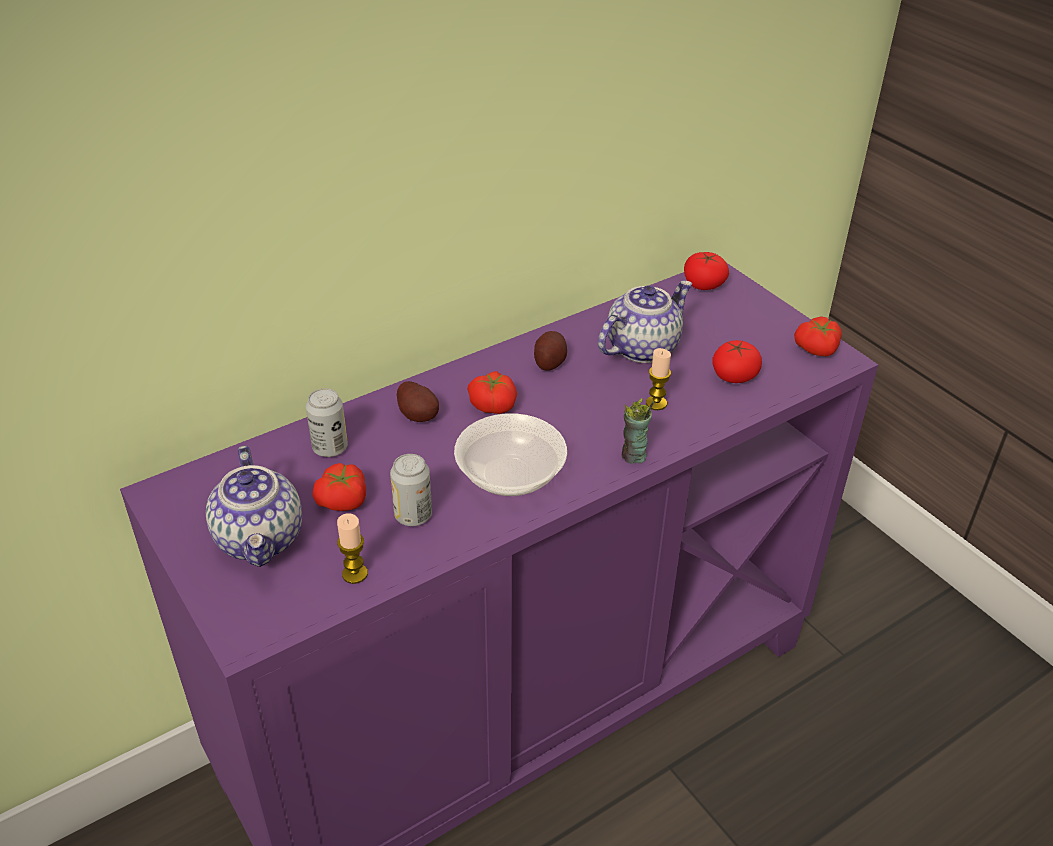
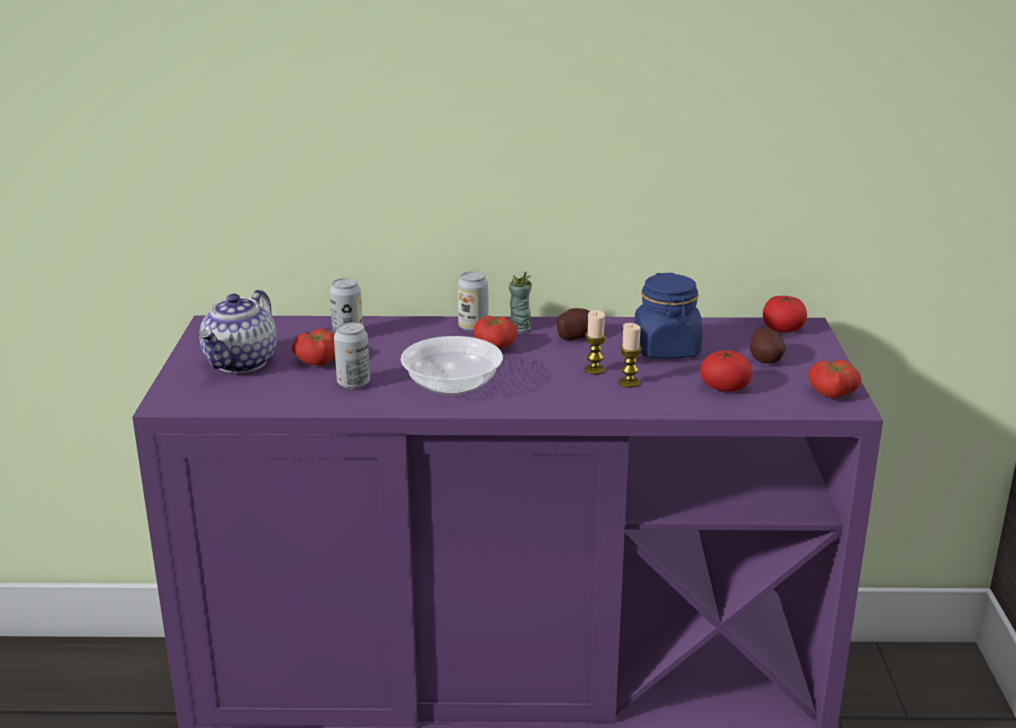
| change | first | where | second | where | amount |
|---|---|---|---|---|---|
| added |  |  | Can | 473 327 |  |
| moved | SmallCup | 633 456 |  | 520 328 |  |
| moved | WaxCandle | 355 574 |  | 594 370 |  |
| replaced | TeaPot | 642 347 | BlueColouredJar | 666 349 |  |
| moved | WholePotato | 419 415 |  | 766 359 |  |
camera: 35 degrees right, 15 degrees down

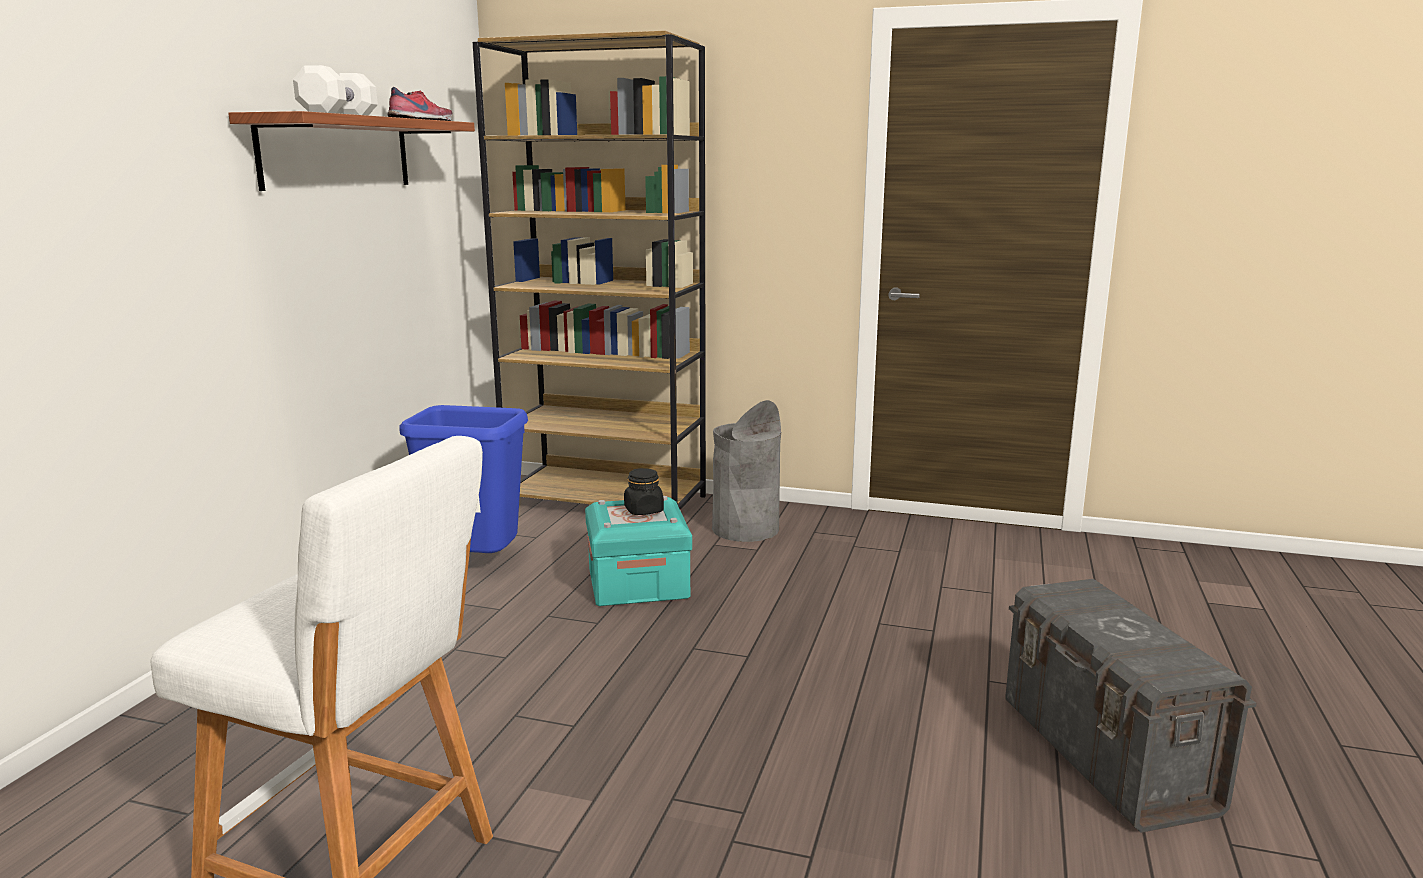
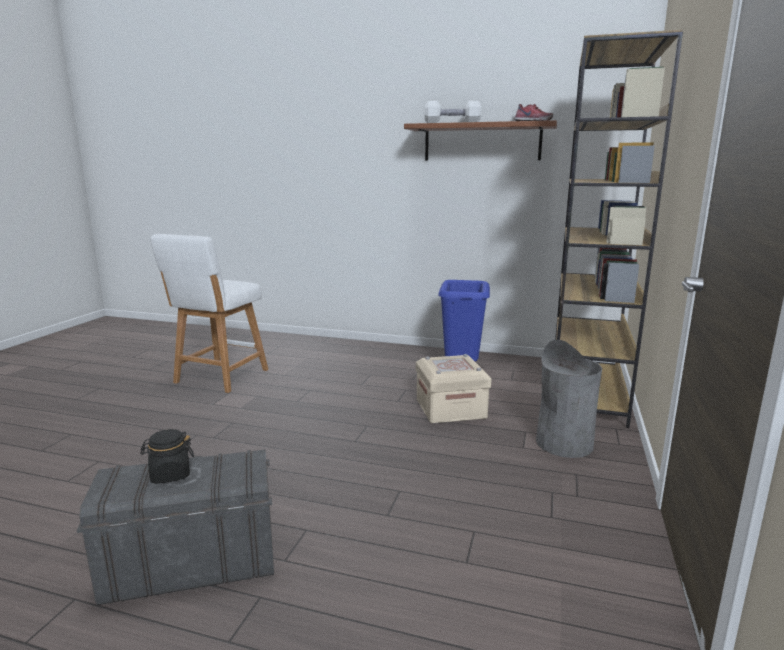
| change | first | where | second | where | amount |
|---|---|---|---|---|---|
| moved | BlackColouredJar | 644 510 |  | 170 474 |  |
| recoloured | TurquoiseColouredStorageContainer | 638 583 | BeigeColouredStorageContainer | 450 409 |  |
camera: 90 degrees right, 0 degrees up

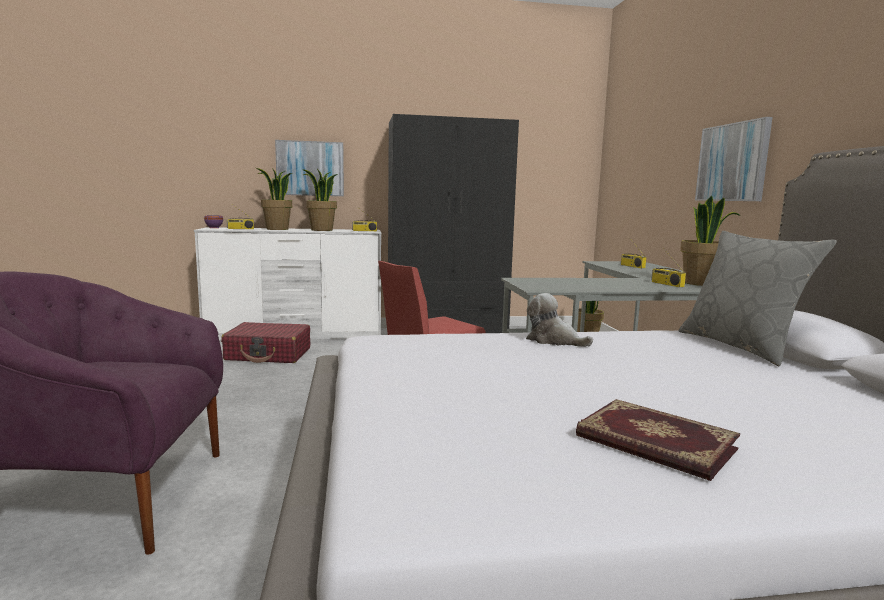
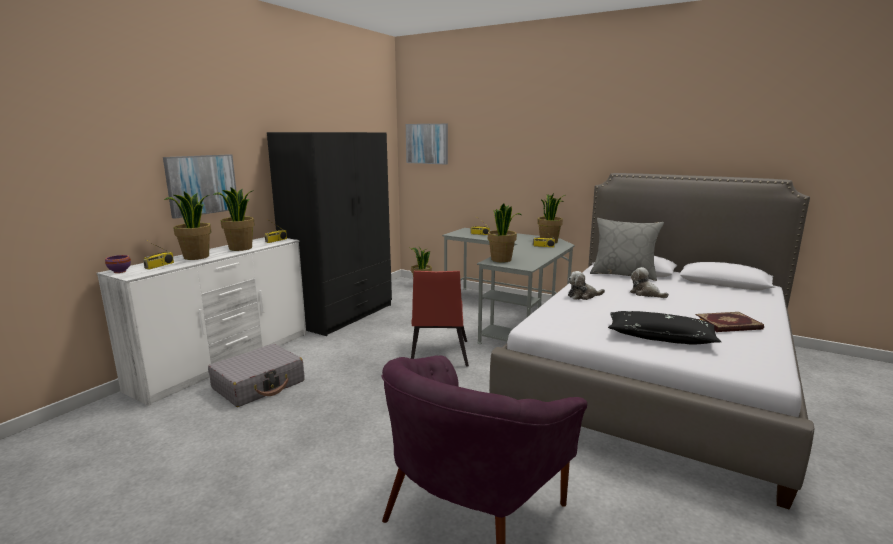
| change | first | where | second | where | amount |
|---|---|---|---|---|---|
| recoloured | RedTravelCase | 268 354 | GreyTravelCase | 259 385 |  |
| moved | WallArt | 732 162 |  | 427 143 |  |
| added |  |  | PottedPlant | 501 260 |  |
| added |  |  | BlackColouredPillow | 660 337 |  |
| added |  |  | PlushToy | 645 294 |  |
camera: 50 degrees left, 5 degrees up

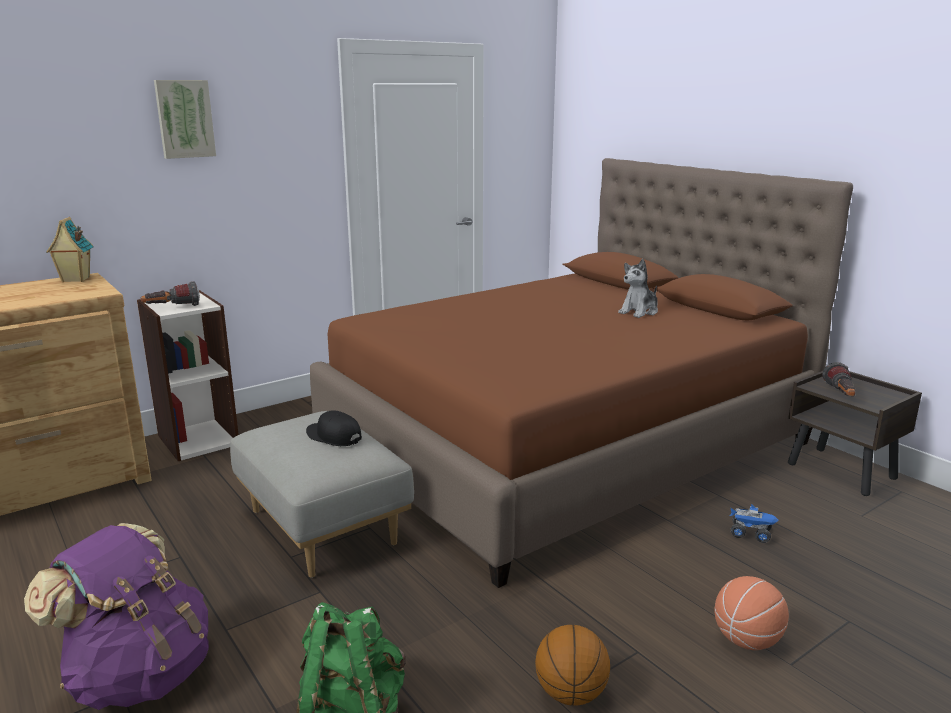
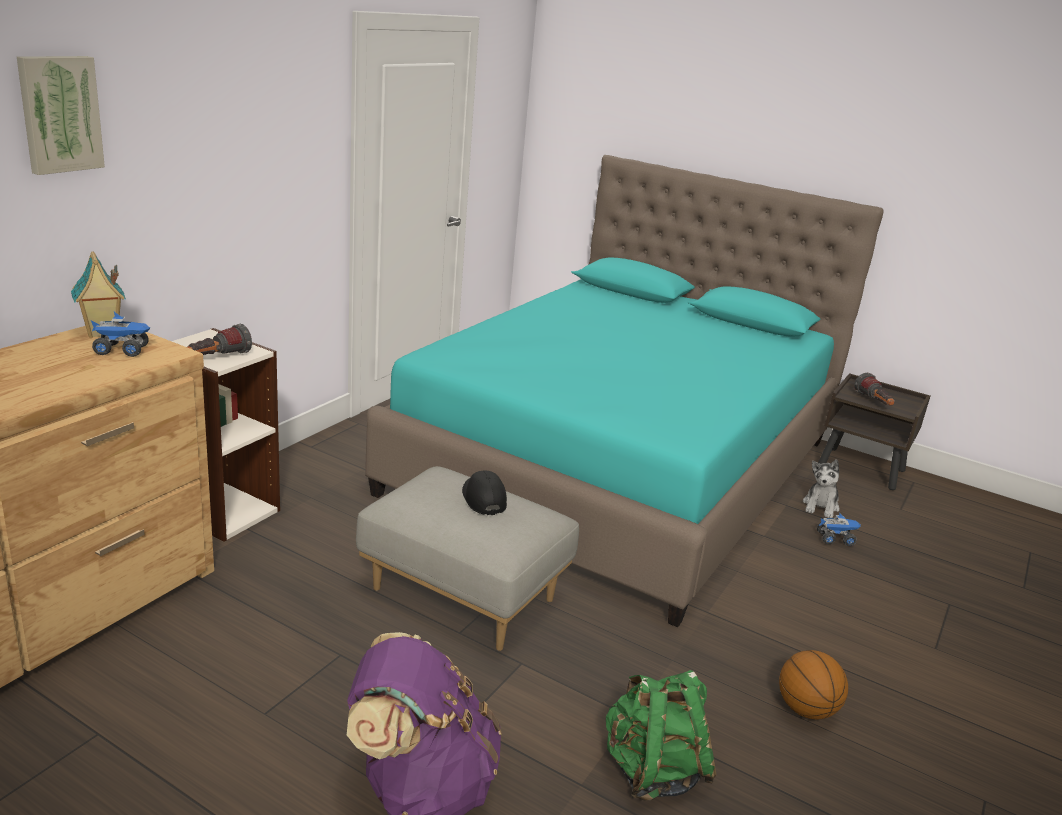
| change | first | where | second | where | amount |
|---|---|---|---|---|---|
| moved | WallArt | 184 119 |  | 59 114 |  |
| added |  |  | ModelTruck | 122 350 |  |
| recoloured | BrownishBed | 563 442 | TurquoiseColouredBed | 618 466 |  |
| turned | BlackColouredPeakedCap | 333 437 |  | 483 498 | 60 degrees clockwise |
| moved | PlushToy | 639 312 |  | 820 506 |  |
| removed | BallForBasketball | 747 640 |  |  |  |
camera: 25 degrees left, 5 degrees up

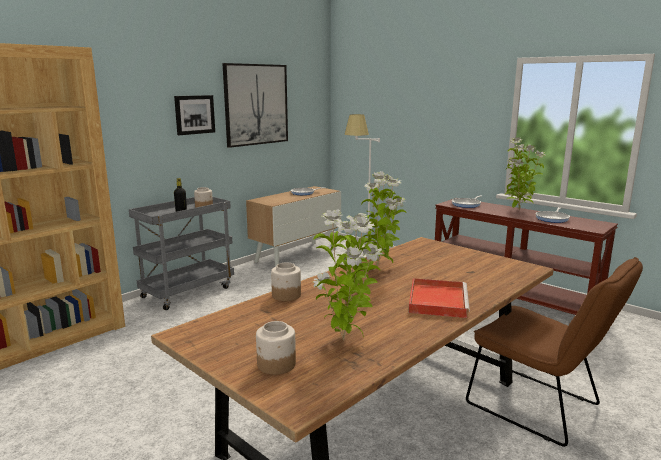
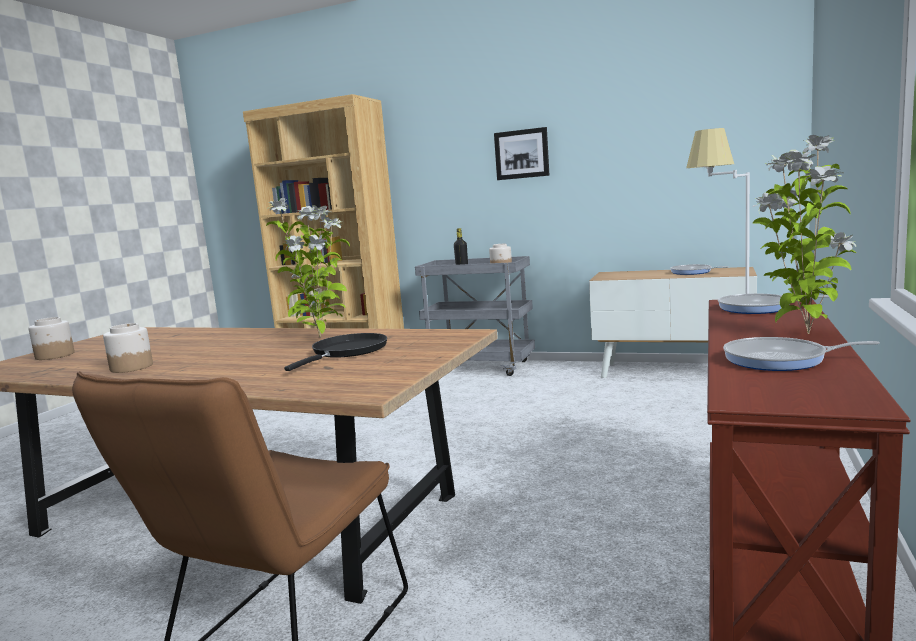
| change | first | where | second | where | amount |
|---|---|---|---|---|---|
| moved | Jar | 286 295 |  | 131 367 |  |
| added |  |  | BlackColouredPan | 347 352 |  |
| removed | WallArt | 256 104 |  |  |  |
| removed | PottedPlant | 345 340 |  |  |  |
| removed | RedServingTray | 437 300 |  |  |  |
camera: 70 degrees right, 5 degrees down

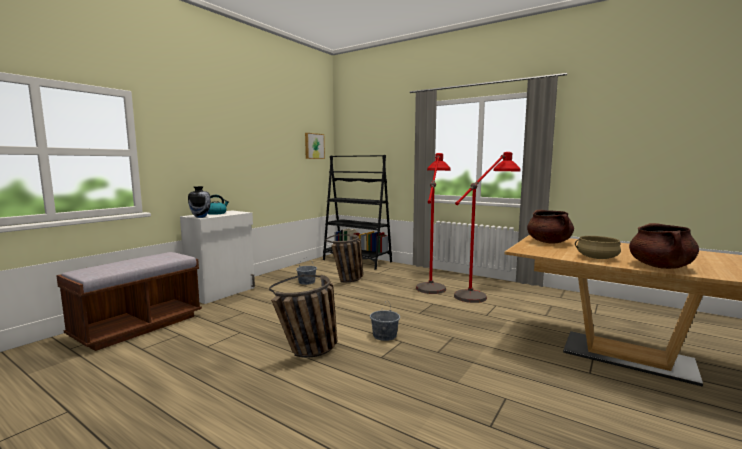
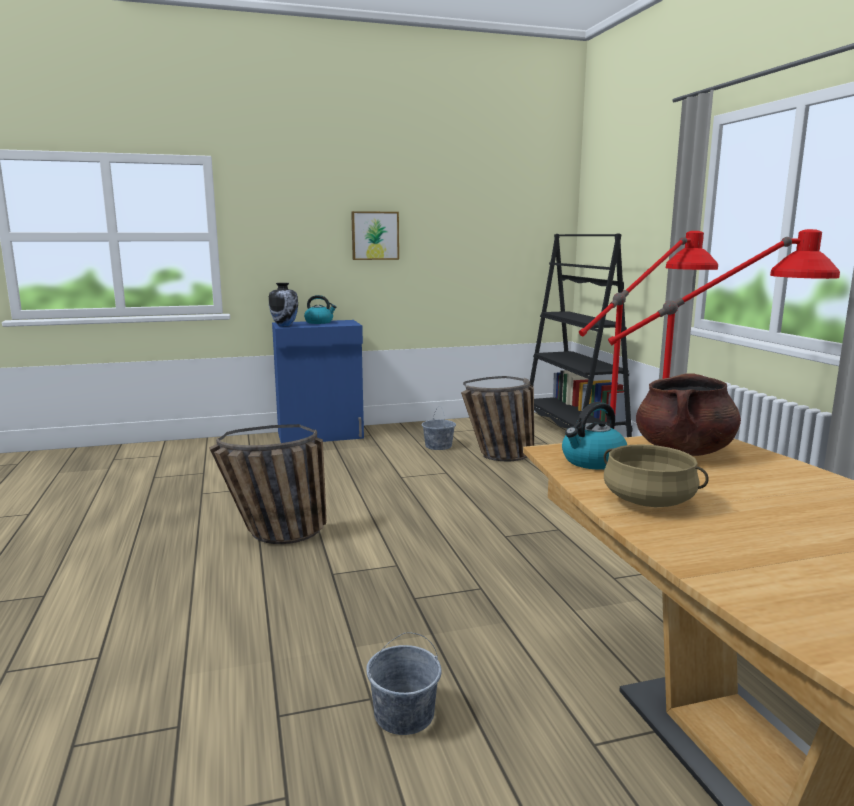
| change | first | where | second | where | amount |
|---|---|---|---|---|---|
| recoloured | WhitishCabinet | 222 292 | BlueColouredCabinet | 321 436 |  |
| moved | WallArt | 314 146 |  | 375 235 |  |
| moved | GreyPail | 384 335 |  | 404 714 |  |
| added |  |  | WaterKettle | 592 461 |  |
| removed | BrownishIndoorBench | 138 327 |  |  |  |
| removed | BrownishCookingPot | 660 267 |  |  |  |
camera: 40 degrees right, 5 degrees up

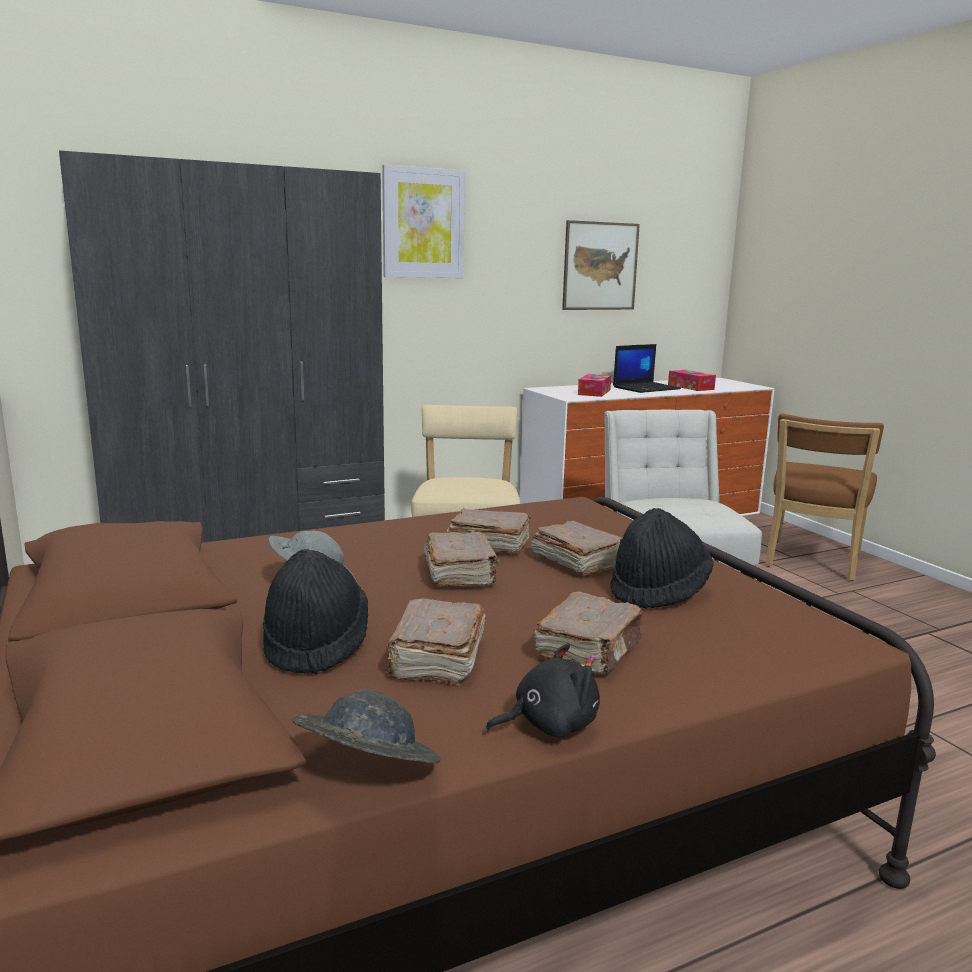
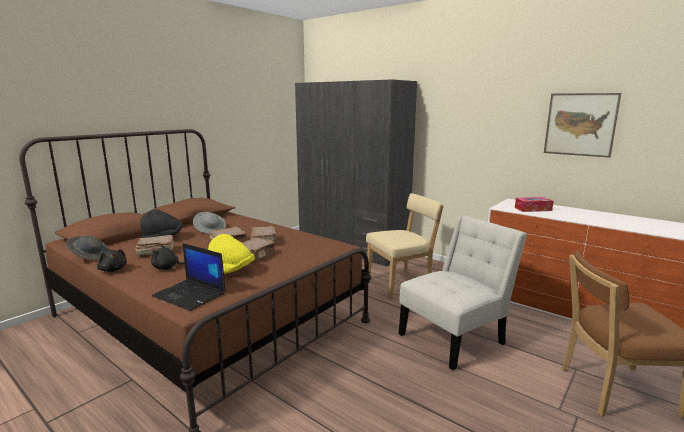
| change | first | where | second | where | amount |
|---|---|---|---|---|---|
| replaced | BrownishBook | 590 650 | BlackColouredPlushToy | 167 268 |  |
| moved | Laptop | 646 388 |  | 190 295 |  |
| recoloured | BlackColouredClothingHat | 658 591 | YellowishClothingHat | 231 271 |  |
| removed | WallArt | 423 223 |  |  |  |
| removed | TissueBox | 690 387 |  |  |  |
camera: 65 degrees right, 0 degrees up

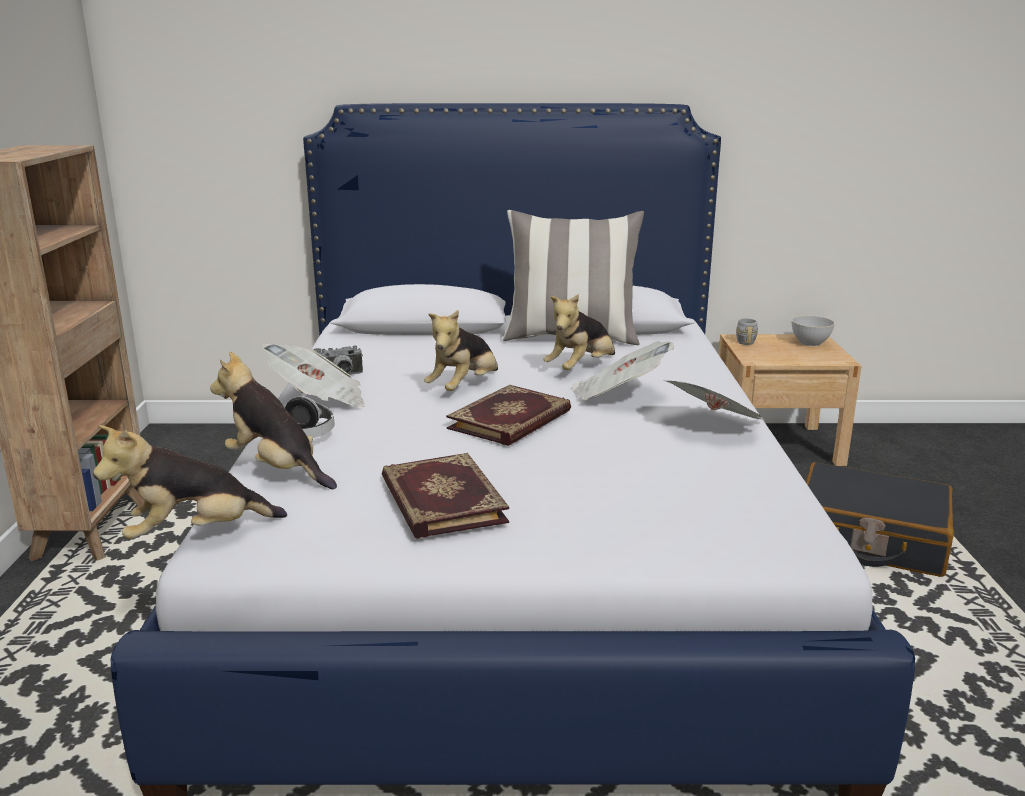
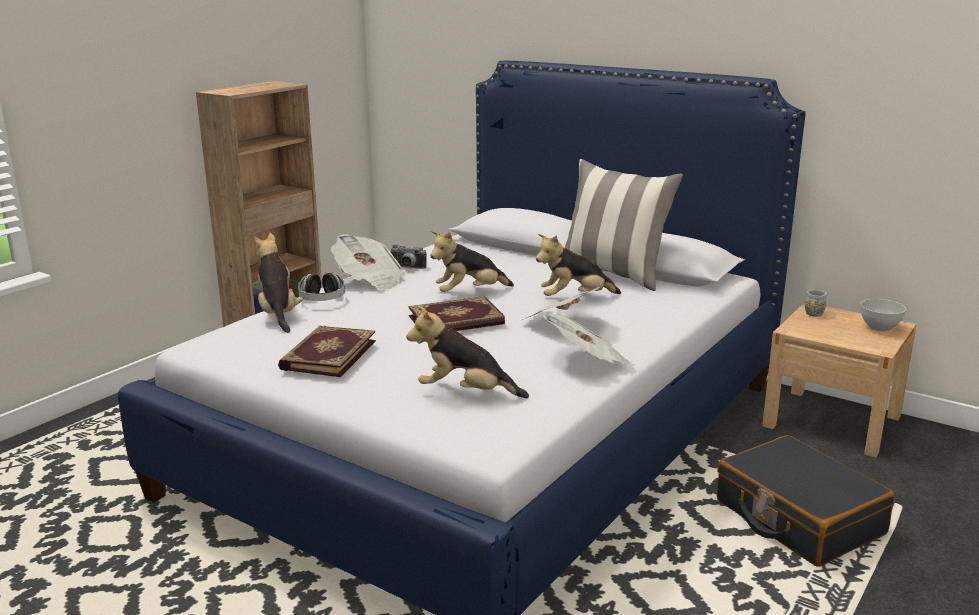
| change | first | where | second | where | amount |
|---|---|---|---|---|---|
| moved | PlushToy | 195 534 |  | 465 393 |  |
camera: 35 degrees right, 0 degrees up

